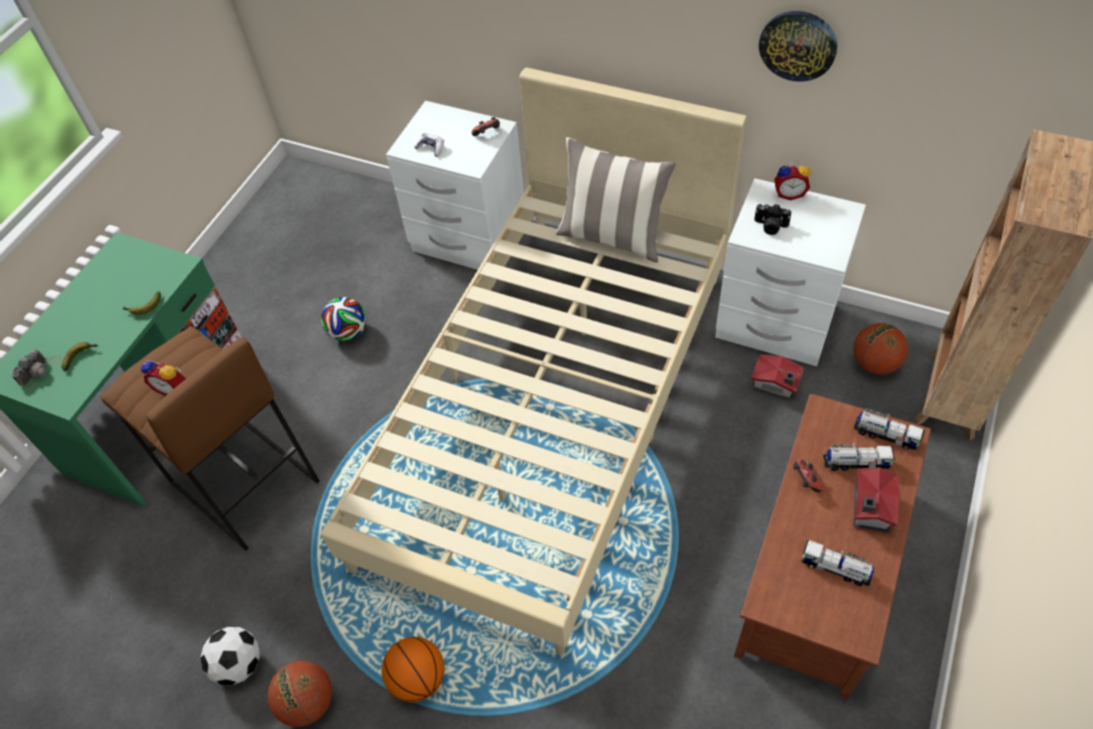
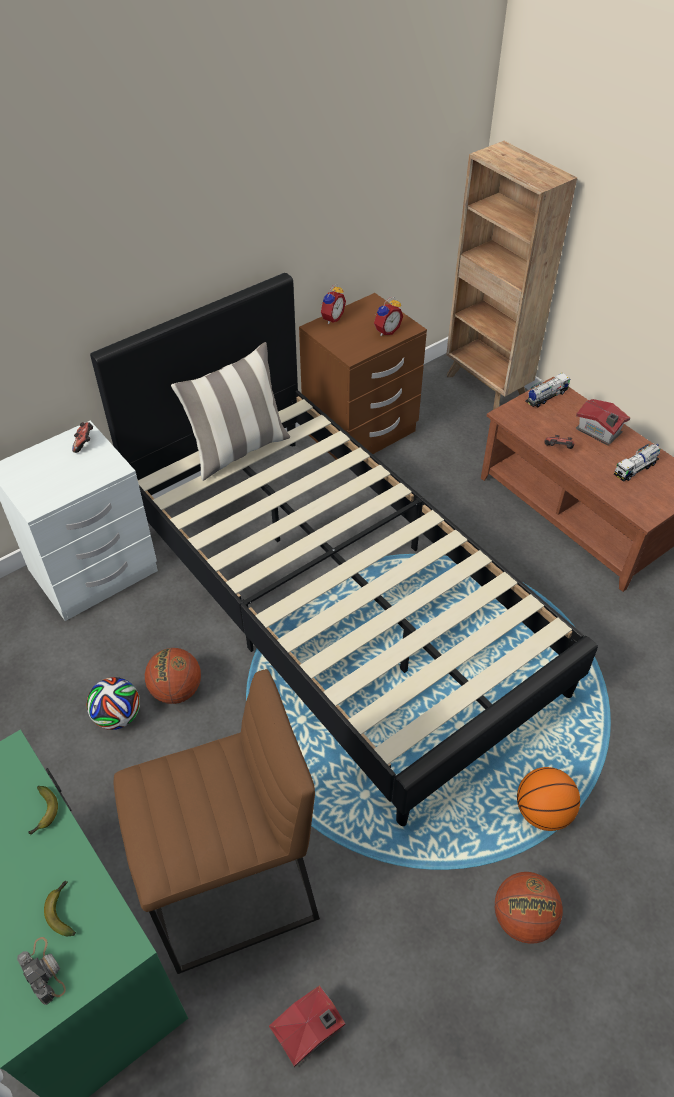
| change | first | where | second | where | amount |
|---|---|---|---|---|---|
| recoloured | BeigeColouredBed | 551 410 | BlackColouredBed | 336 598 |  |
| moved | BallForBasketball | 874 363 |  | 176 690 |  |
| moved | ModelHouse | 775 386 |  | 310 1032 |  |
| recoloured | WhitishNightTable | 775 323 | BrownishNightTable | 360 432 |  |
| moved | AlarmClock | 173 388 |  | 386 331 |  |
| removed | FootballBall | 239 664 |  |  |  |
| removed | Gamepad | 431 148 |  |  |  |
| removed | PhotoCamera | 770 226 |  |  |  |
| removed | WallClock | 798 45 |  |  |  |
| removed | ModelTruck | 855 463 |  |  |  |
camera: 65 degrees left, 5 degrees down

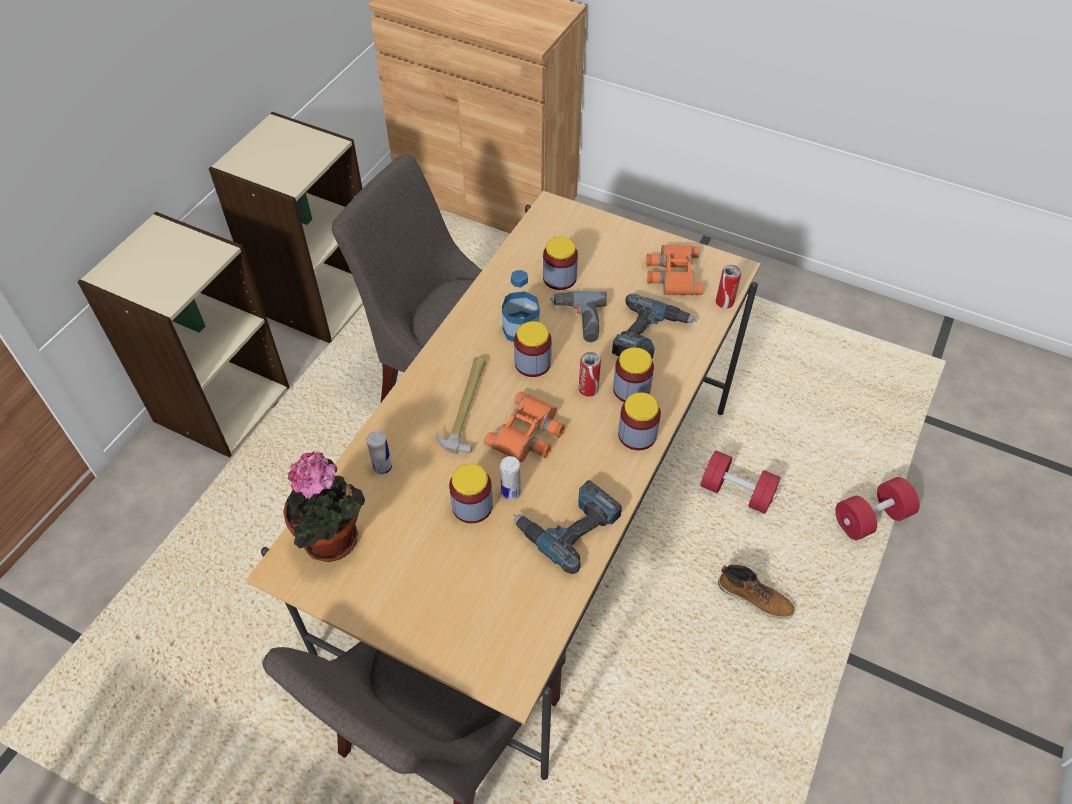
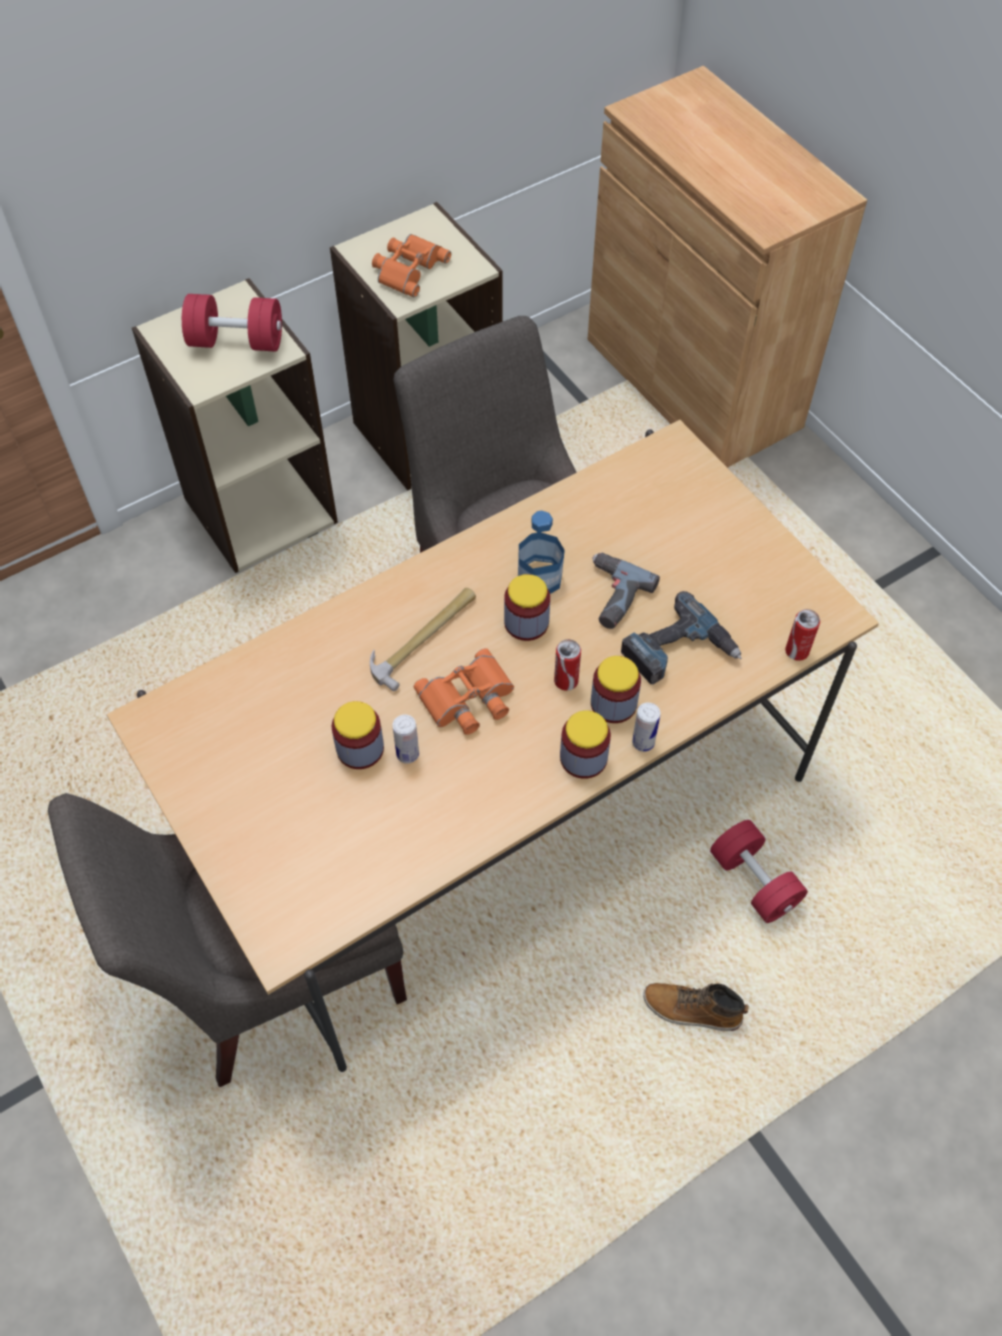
| change | first | where | second | where | amount |
|---|---|---|---|---|---|
| moved | RedHandWeight | 871 518 |  | 236 341 |  |
| moved | OrangeBinoculars | 672 274 |  | 408 268 |  |
| moved | Can | 382 467 |  | 643 742 |  |
| turned | Boot | 754 597 |  | 691 1010 | 135 degrees clockwise |
| removed | PottedPlant | 335 541 |  |  |  |
| removed | Drill | 568 525 |  |  |  |
| removed | Jar | 559 278 |  |  |  |
camera: 30 degrees right, 5 degrees up

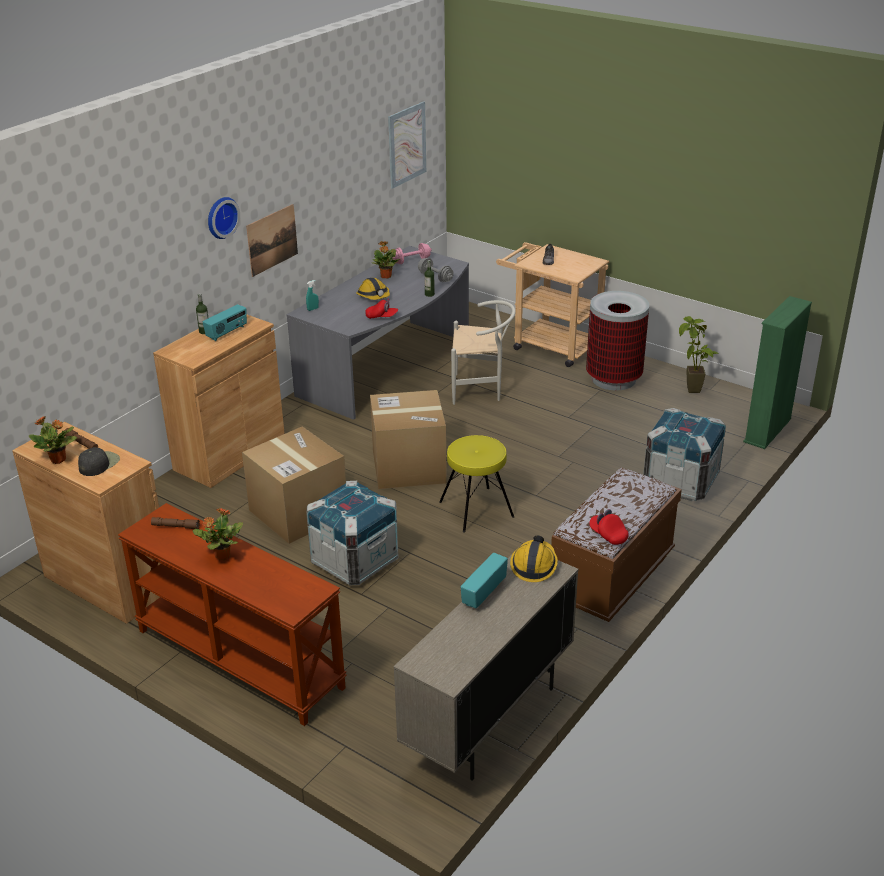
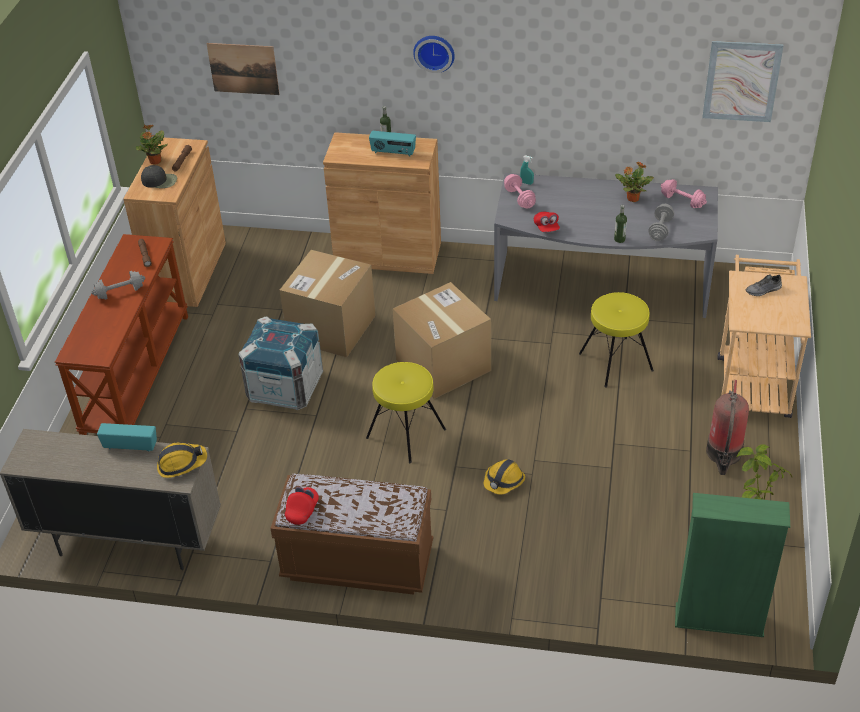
| change | first | where | second | where | amount |
|---|---|---|---|---|---|
| replaced | PottedPlant | 222 556 | GreyHandWeight | 120 292 |  |
| moved | WallArt | 272 240 |  | 243 68 |  |
| moved | WorkHelmet | 373 296 |  | 504 481 |  |
| added |  |  | PinkishHandWeight | 519 198 |  |
| replaced | WhitishUprightChair | 481 389 | YellowishStoolSeat | 615 362 |  |
| replaced | WasteBin | 614 379 | FireFightingCylinder | 723 454 |  |
| removed | ShippingCrate | 680 482 |  |  |  |
camera: 65 degrees right, 10 degrees up

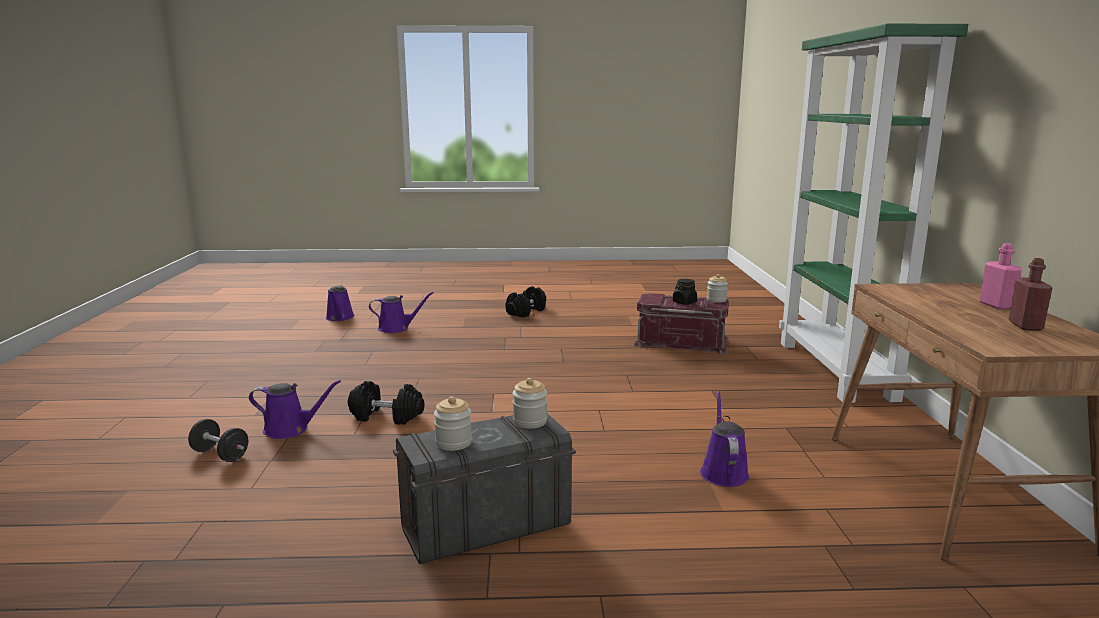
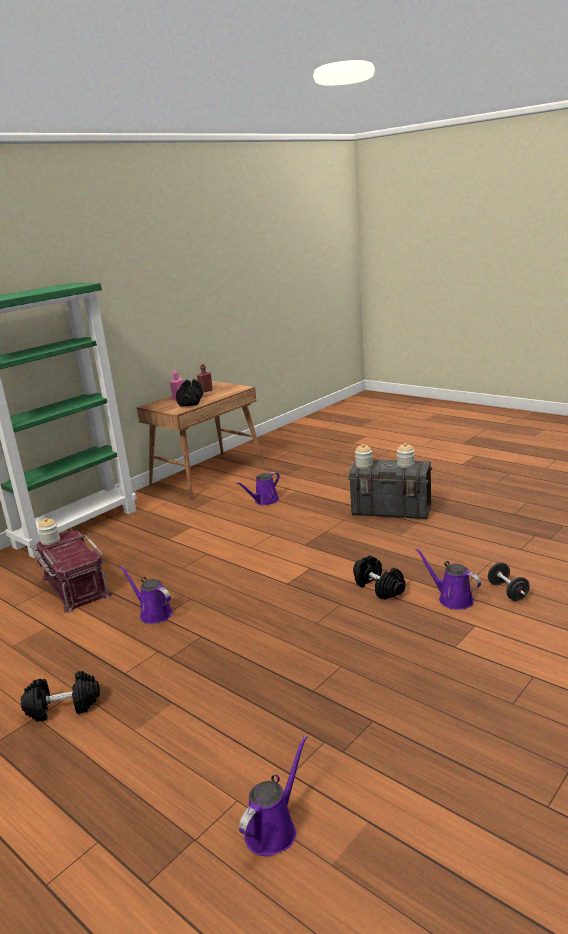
| change | first | where | second | where | amount |
|---|---|---|---|---|---|
| moved | PurpleSprinklingCan | 396 328 |  | 153 613 |  |
| added |  |  | BlackColouredHandWeight | 190 402 |  |
| removed | BlackColouredJar | 684 302 |  |  |  |
camera: 135 degrees left, 5 degrees up

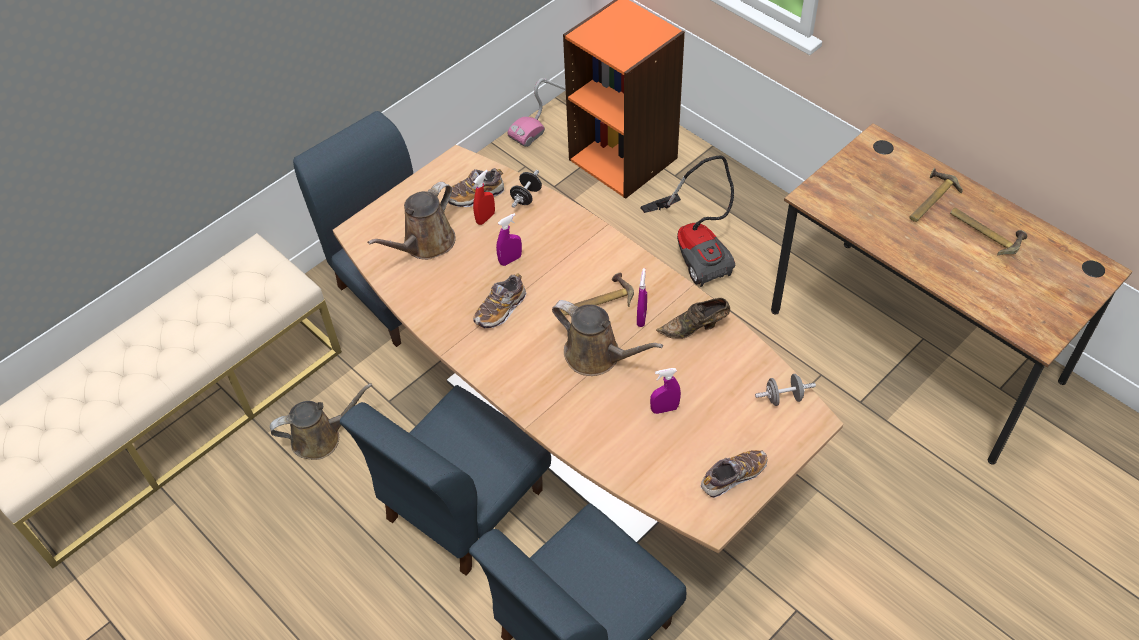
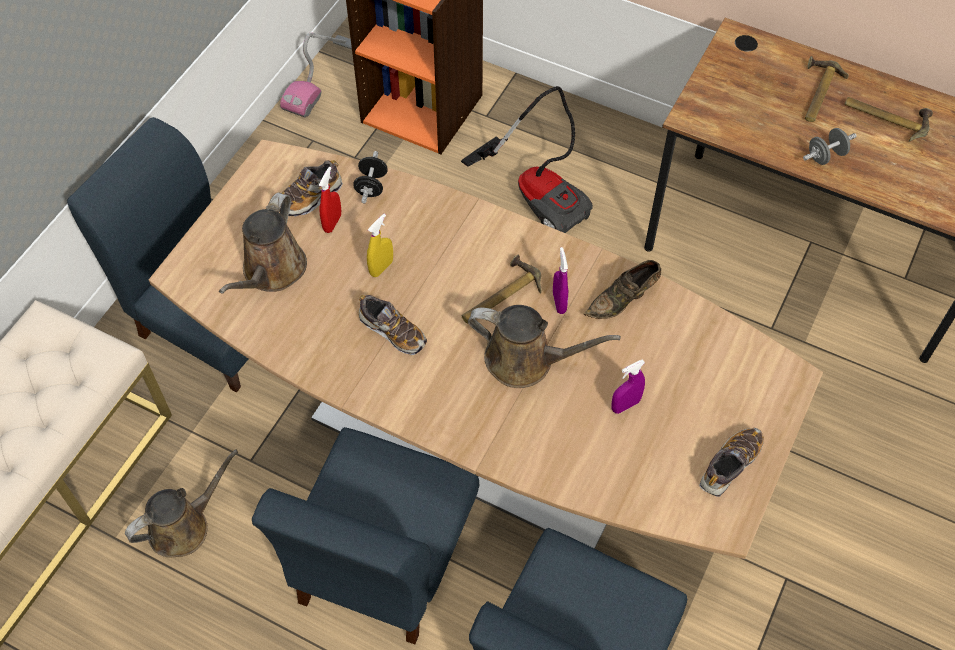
| change | first | where | second | where | amount |
|---|---|---|---|---|---|
| turned | Shoe | 500 309 |  | 392 332 | 75 degrees counterclockwise |
| recoloured | PurpleSprayer | 510 260 | YellowishSprayer | 381 268 |  |
| moved | GreyHandWeight | 783 397 |  | 825 156 |  |
camera: 20 degrees left, 5 degrees up

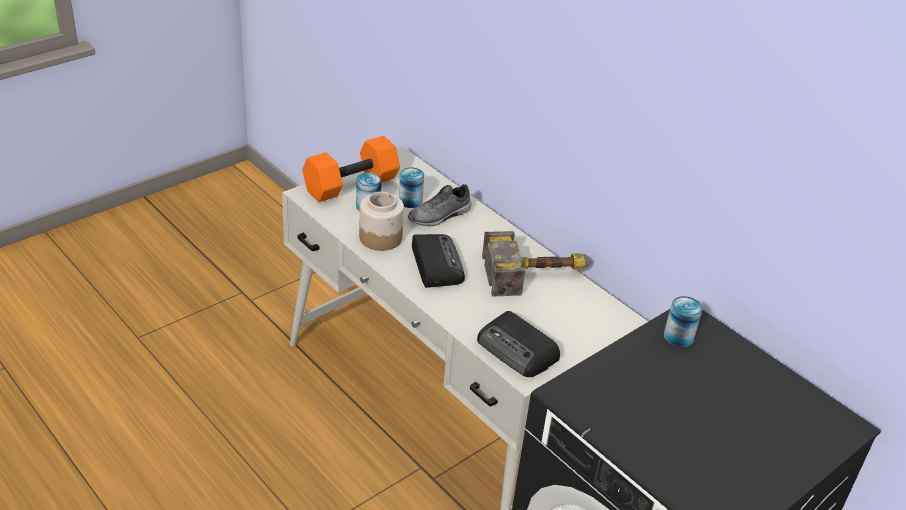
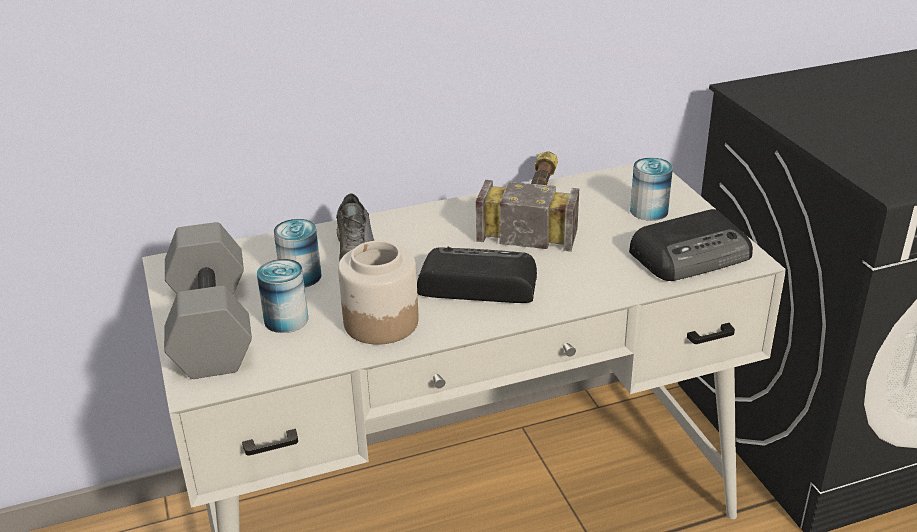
| change | first | where | second | where | amount |
|---|---|---|---|---|---|
| recoloured | OrangeHandWeight | 351 184 | GreyHandWeight | 208 326 |  |
| moved | Can | 678 336 |  | 649 211 |  |
camera: 65 degrees left, 5 degrees down

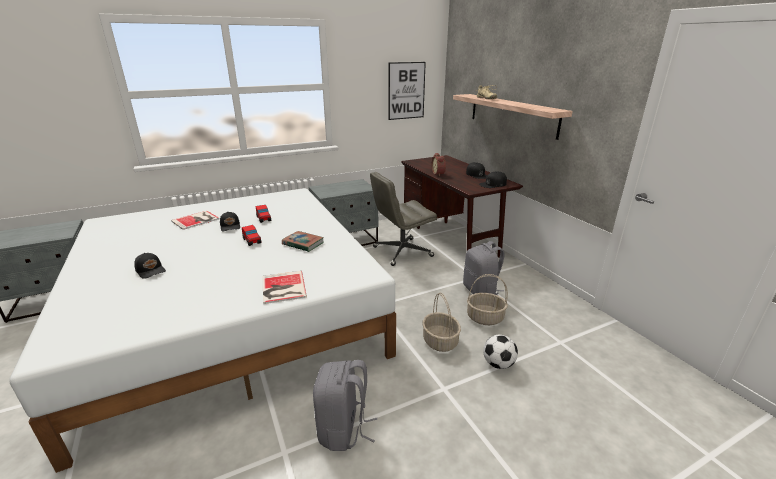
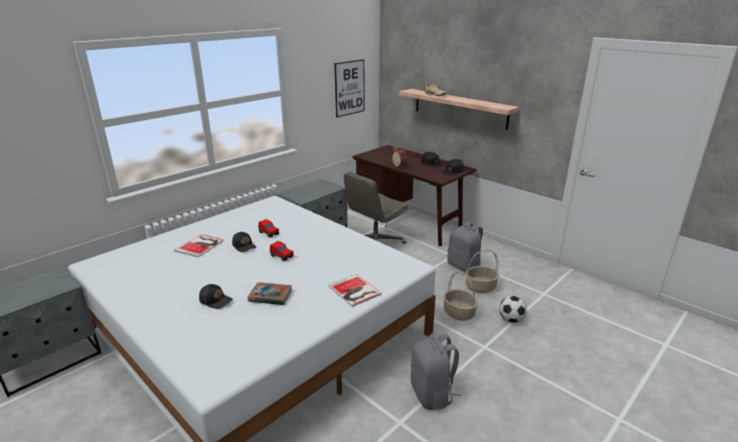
| change | first | where | second | where | amount |
|---|---|---|---|---|---|
| moved | Book | 303 243 |  | 270 296 |  |
camera: 20 degrees left, 0 degrees up

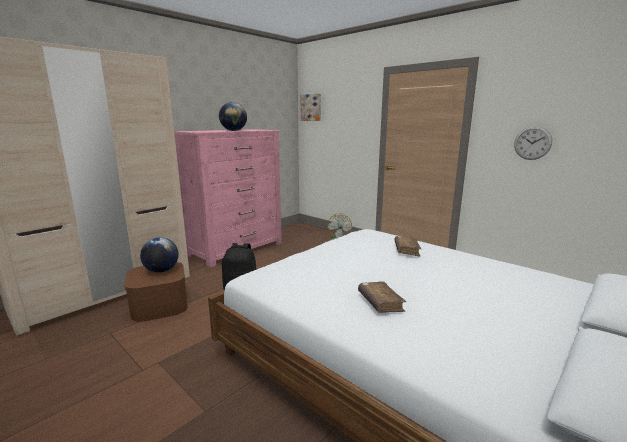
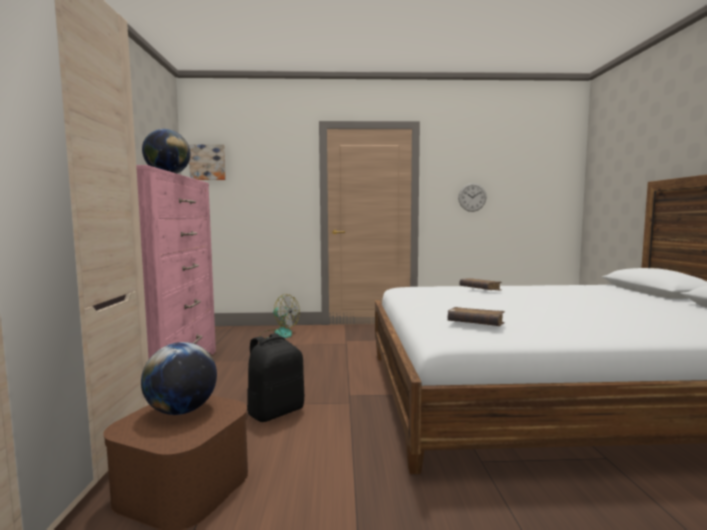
| change | first | where | second | where | amount |
|---|---|---|---|---|---|
| moved | BrownishBook | 380 302 |  | 475 324 |  |
camera: 45 degrees left, 10 degrees down

